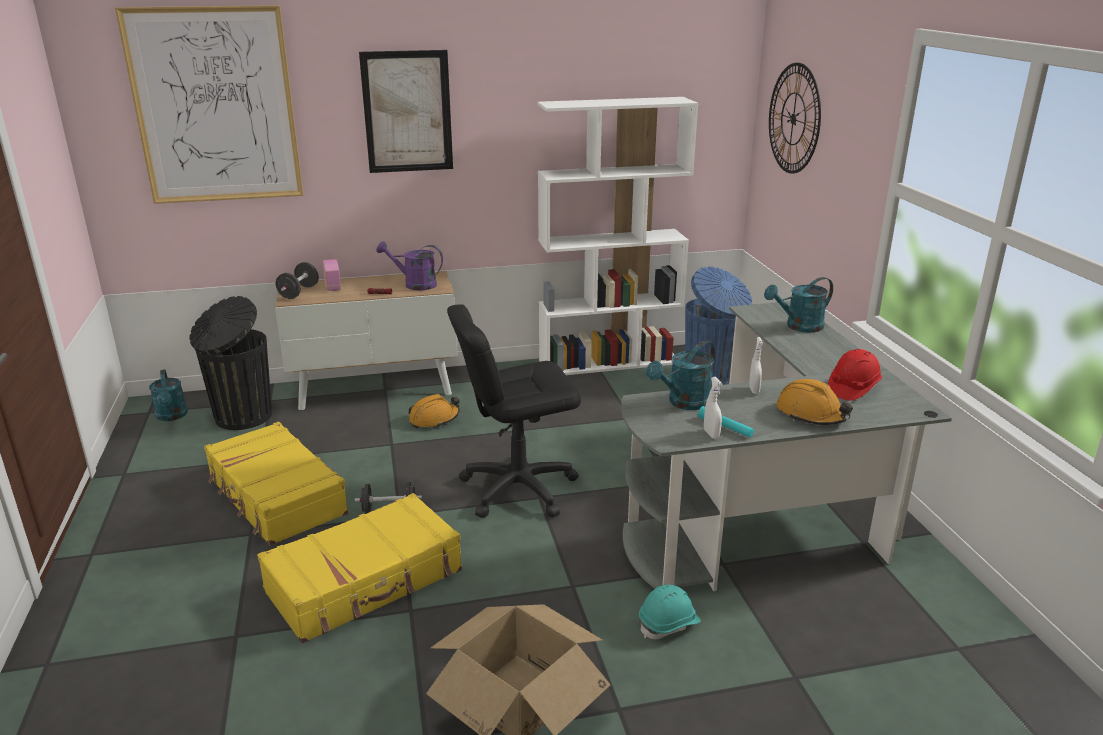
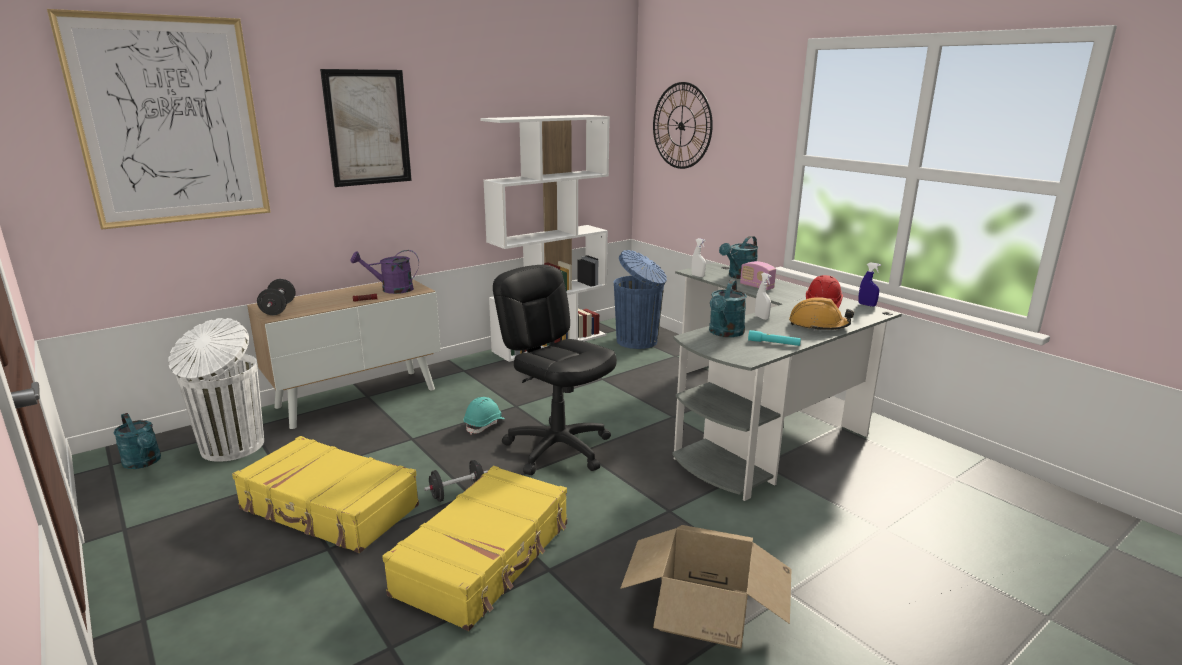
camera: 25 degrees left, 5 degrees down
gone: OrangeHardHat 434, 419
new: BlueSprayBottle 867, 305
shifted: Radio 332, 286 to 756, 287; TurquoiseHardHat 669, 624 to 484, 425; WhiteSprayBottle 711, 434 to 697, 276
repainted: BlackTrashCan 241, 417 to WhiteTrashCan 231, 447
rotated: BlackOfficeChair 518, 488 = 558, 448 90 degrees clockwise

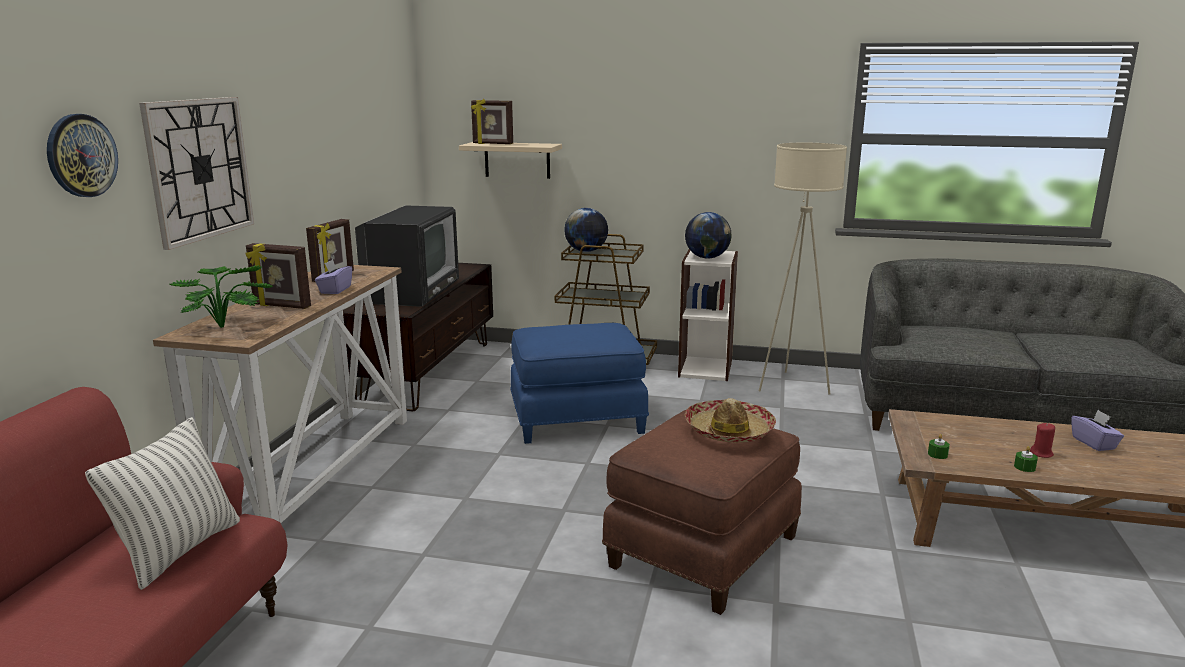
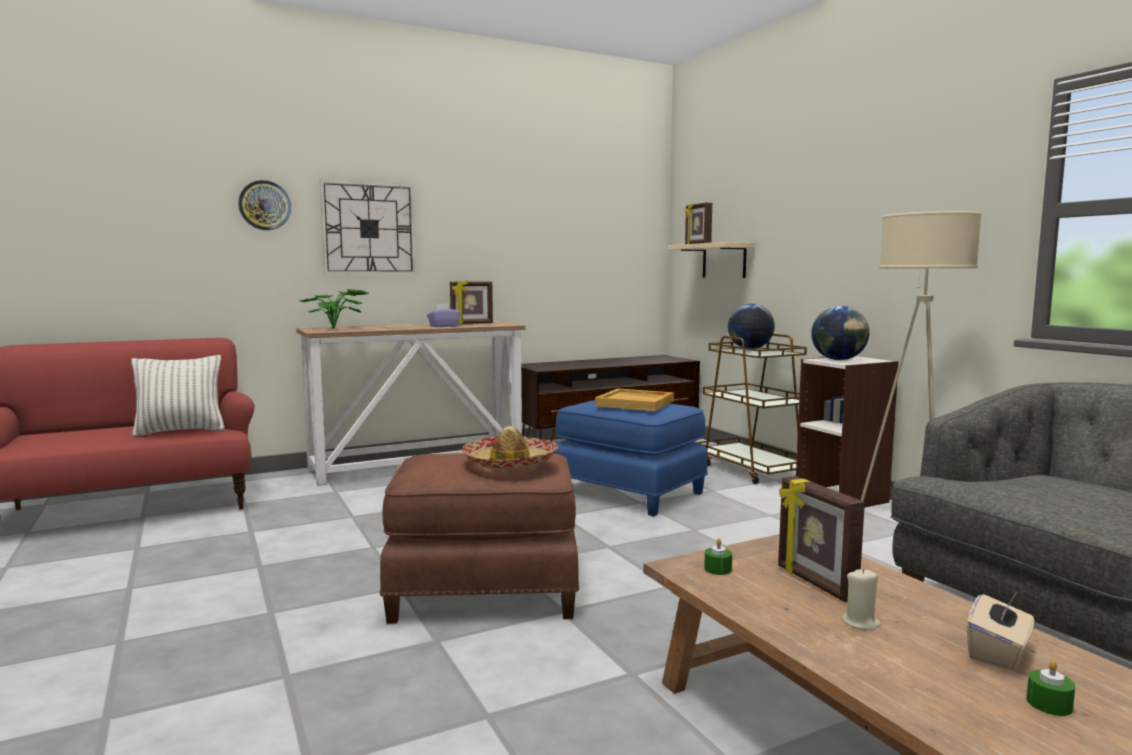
camera: 50 degrees right, 10 degrees down
gone: Television 413, 291
new: BeigeTray 636, 403
shifted: PictureFrame 281, 306 to 814, 583; GreenCandle 1024, 467 to 1049, 704
repainted: RedCandle 1041, 454 to BeigeCandle 860, 623; PurpleTissueBox 1094, 443 to BeigeTissueBox 998, 654

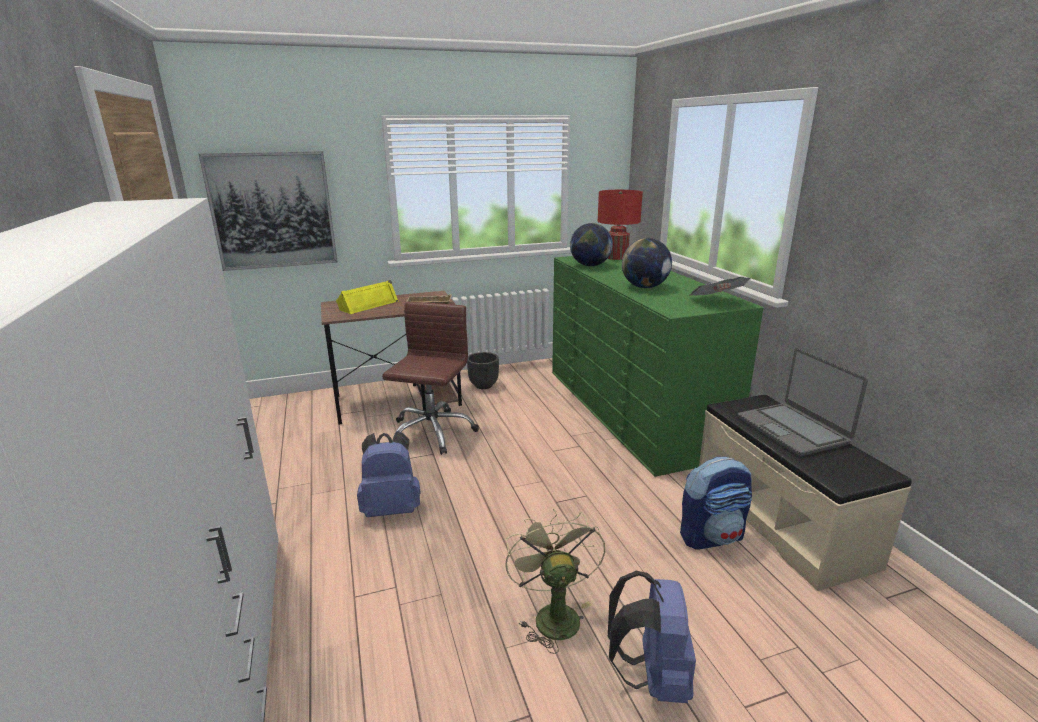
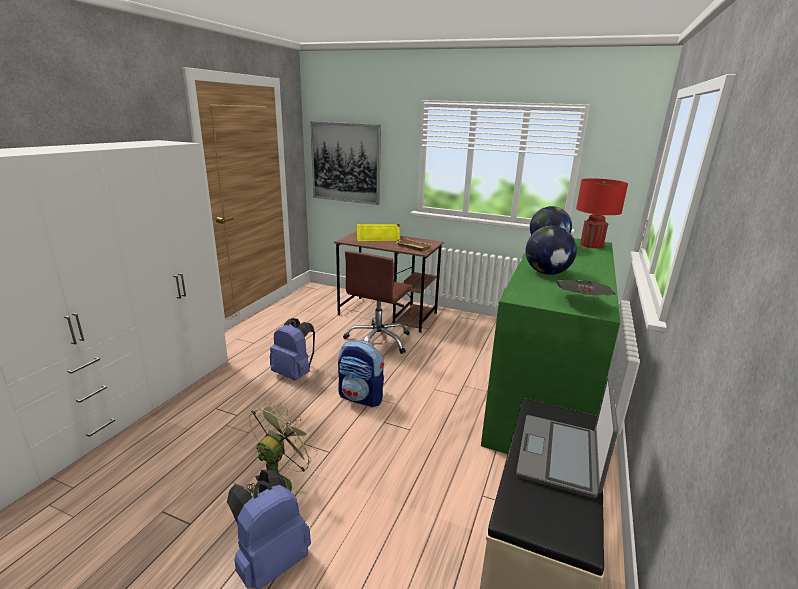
camera: 40 degrees right, 0 degrees up
gone: BlackPlanter 483, 385
shifted: Backpack 711, 536 to 361, 397
rotated: BrownOfficeChair 431, 432 = 378, 341 150 degrees clockwise

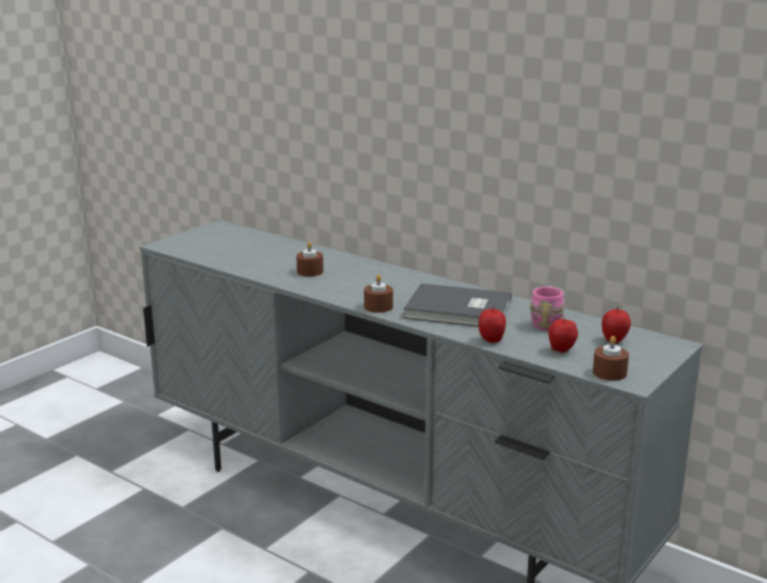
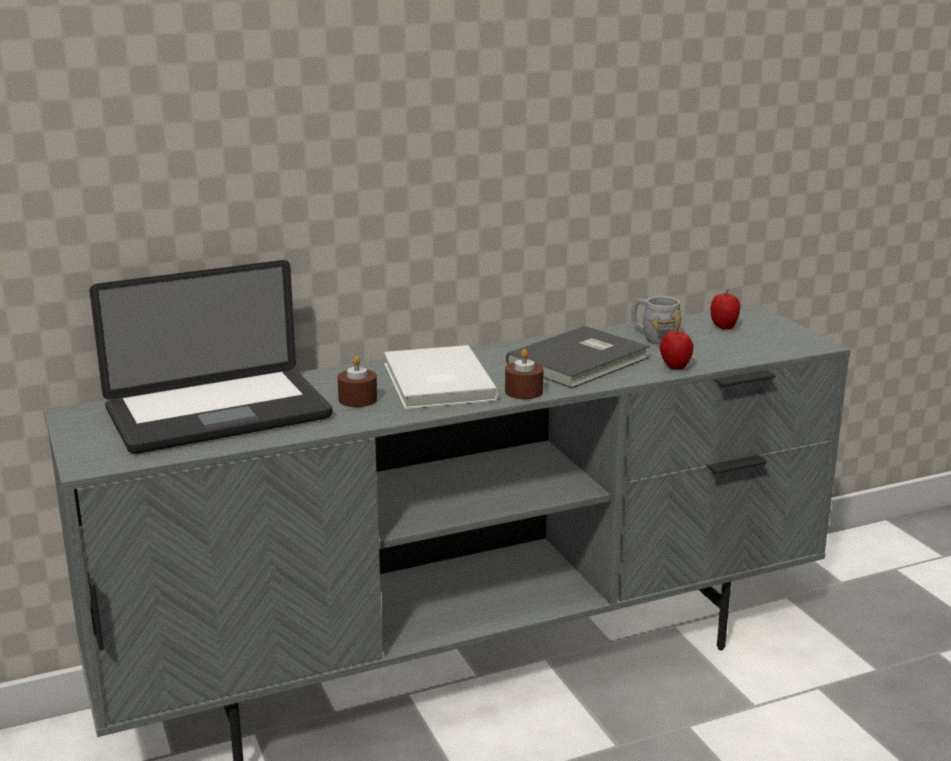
camera: 60 degrees left, 0 degrees up
gone: Apple 561, 350; BrownCandle 609, 372
new: Laptop 218, 414; WhiteBook 435, 382
repainted: PinkMug 546, 322 to GreyMug 653, 337

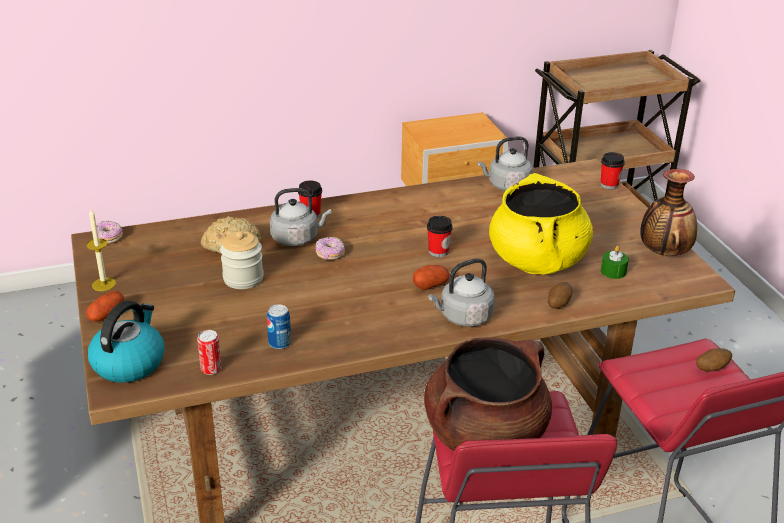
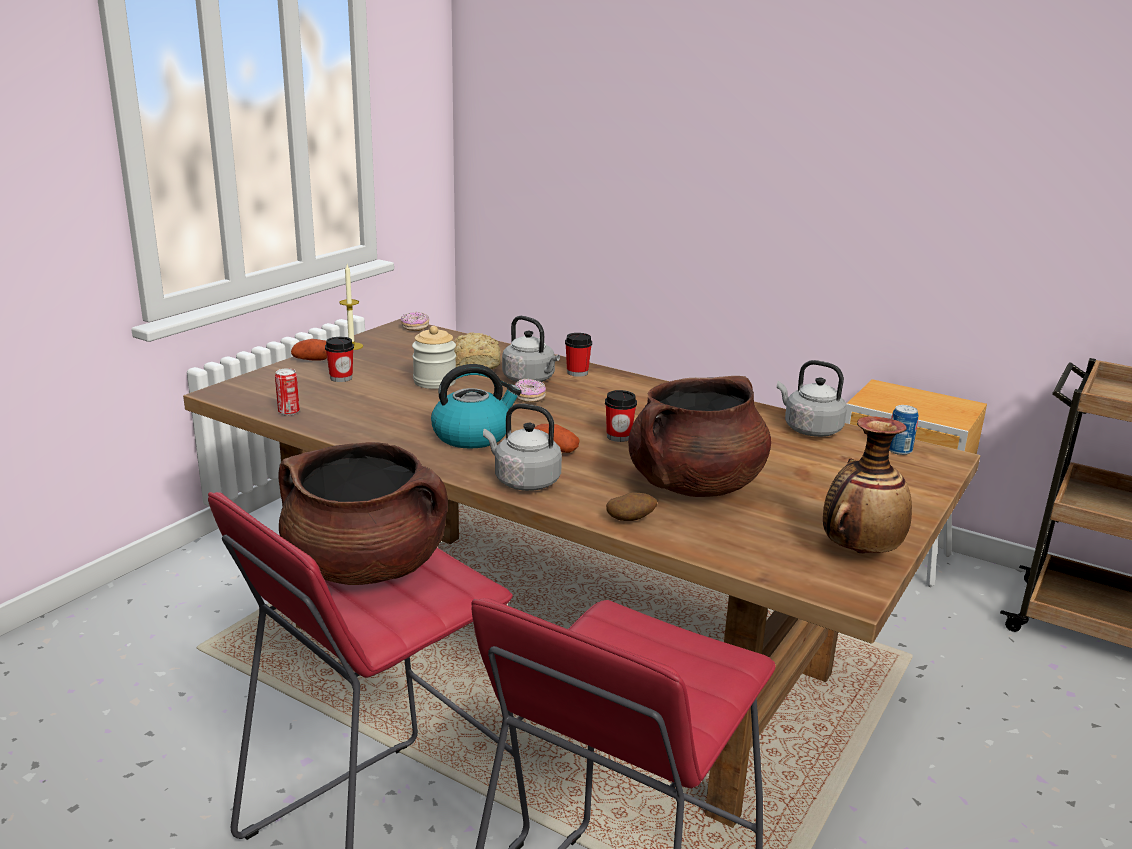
camera: 50 degrees right, 10 degrees down
gone: GreenCandle 613, 271; Potato 711, 368
shifted: Kettle 129, 363 to 473, 435; Can 279, 343 to 899, 450; Cup 609, 185 to 341, 378
repainted: YellowCookingPot 537, 261 to BrownCookingPot 694, 486

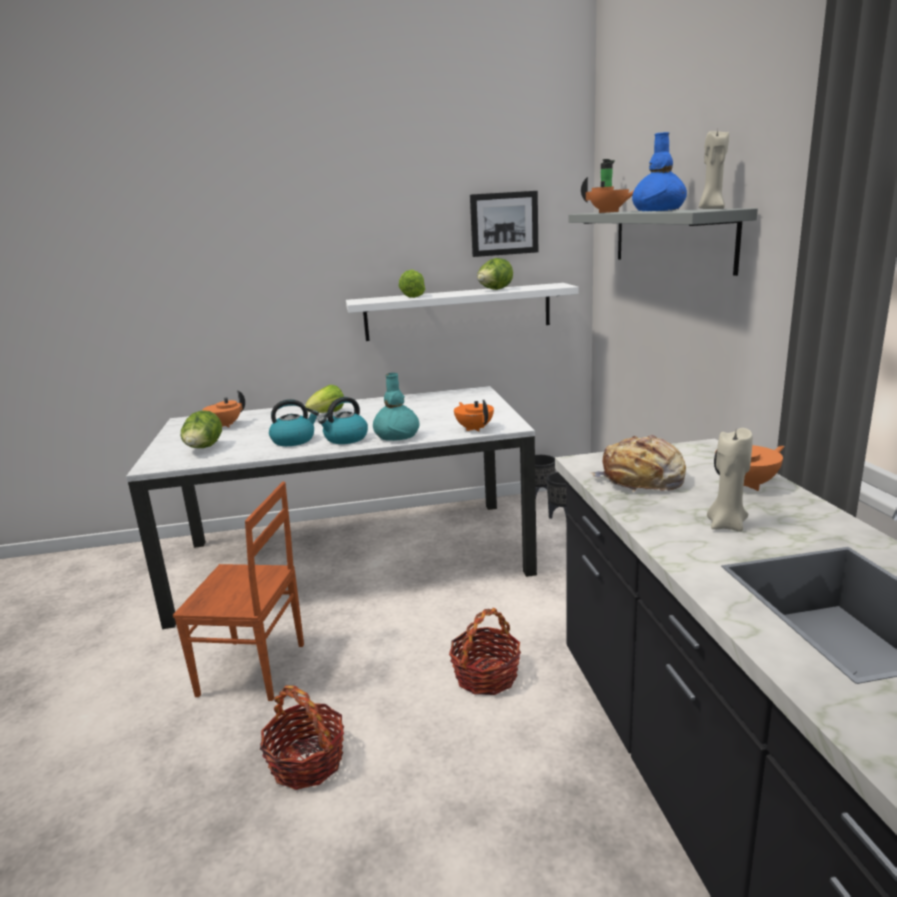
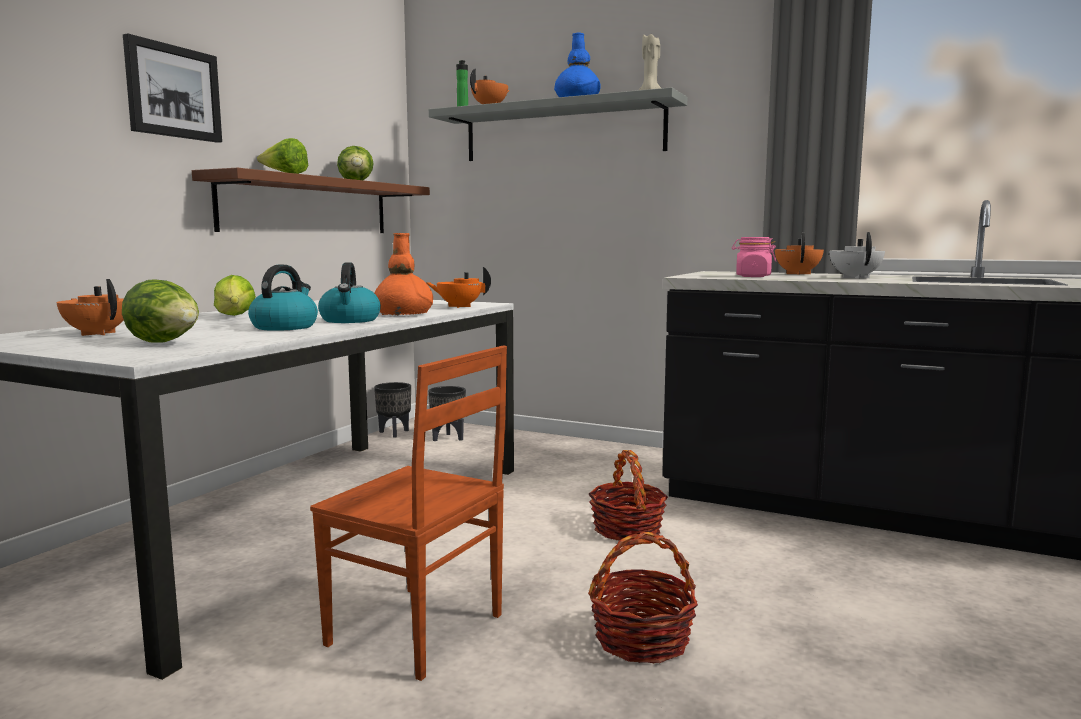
camera: 55 degrees left, 10 degrees down
shifted: Picture 504, 223 to 173, 92
swapped: Bread 642, 480 to PinkJar 752, 276; BeigeCandle 726, 525 to WhiteTeapot 855, 278
repainted: WhiteShelf 458, 312 to BrownShelf 308, 206; TurquoiseVase 396, 436 to OrangeVase 403, 315
rotated: BrownChair 253, 670 = 416, 632 75 degrees clockwise; OrangeTeapot 224, 425 = 97, 333 135 degrees clockwise

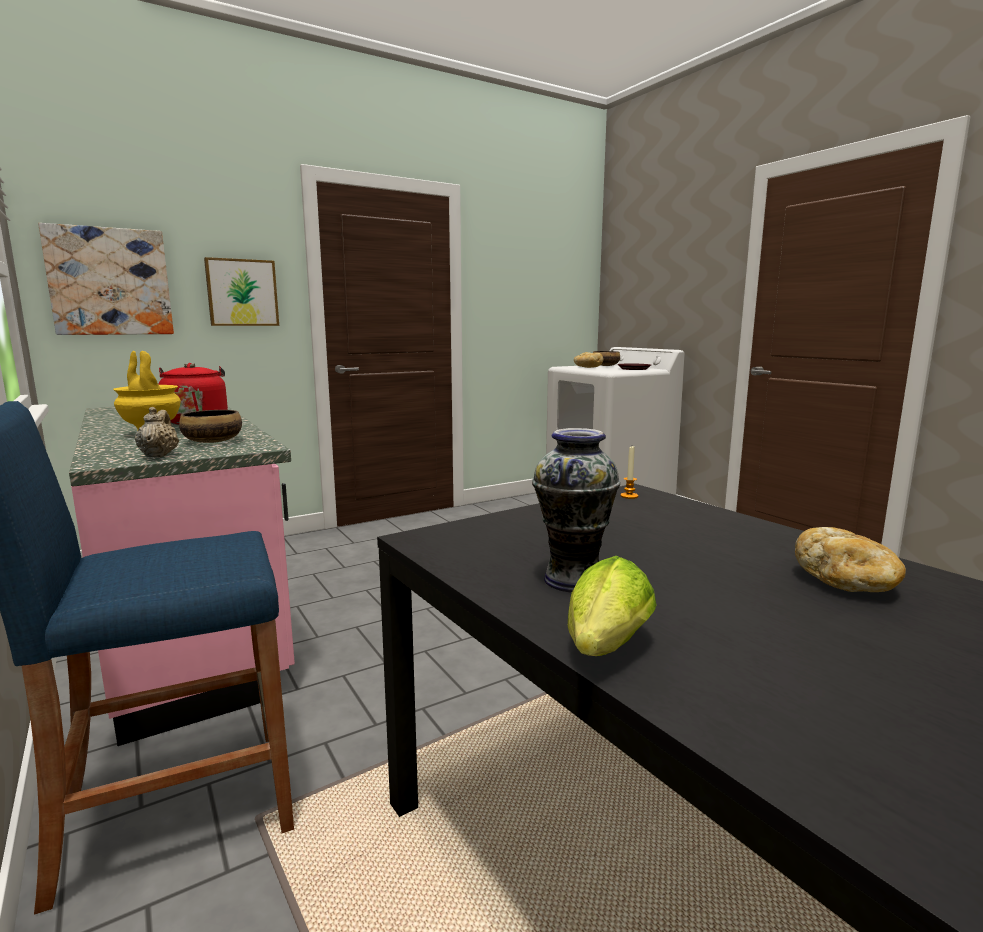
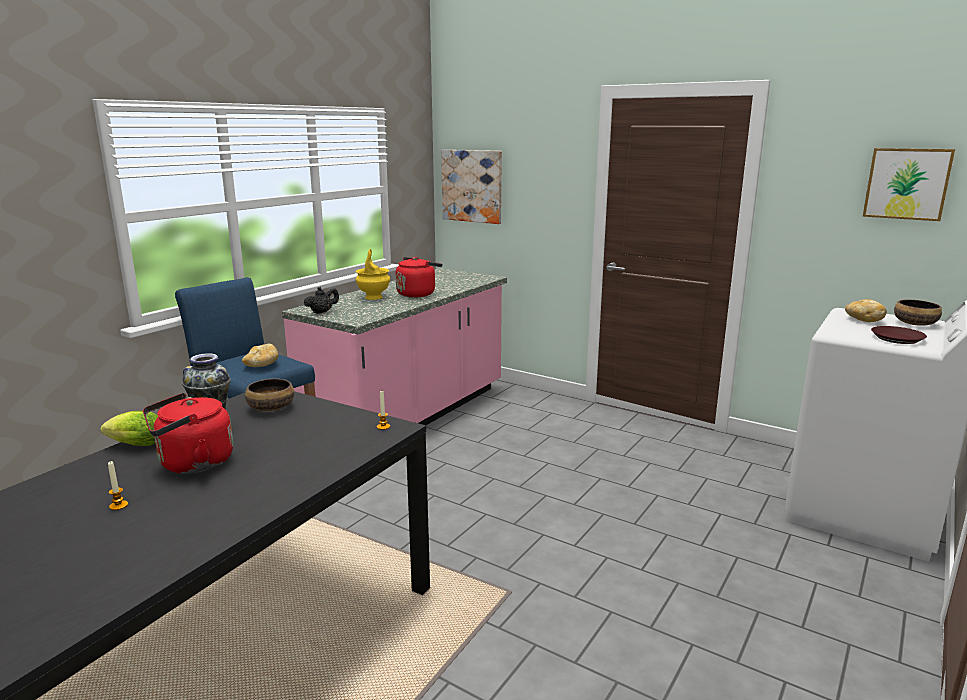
camera: 65 degrees right, 5 degrees up
new: Candle 118, 506; RedKettle 192, 464
shifted: Bowl 212, 441 to 270, 407; Picture 242, 293 to 907, 183; Bread 846, 583 to 262, 365
repainted: BeigeTeapot 159, 455 to BlackTeapot 322, 312

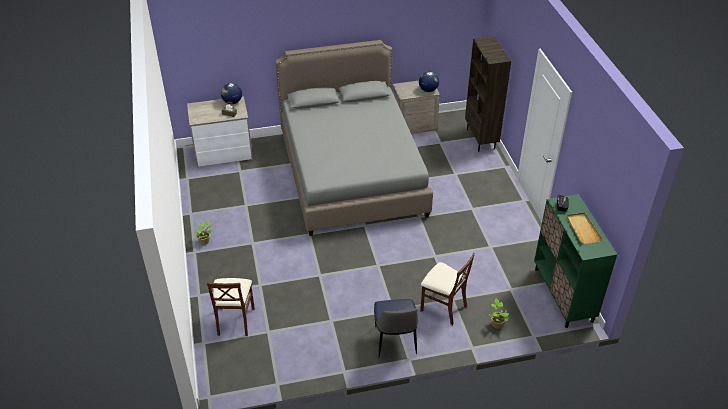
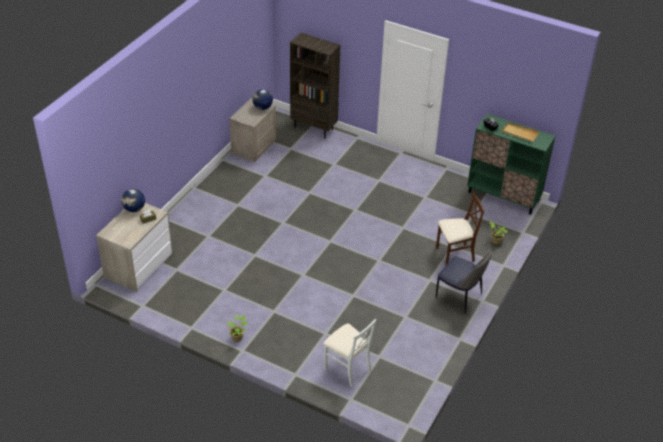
camera: 50 degrees left, 0 degrees up
gone: GreyBed 351, 173
repainted: BrownChair 235, 320 to WhiteChair 347, 368

